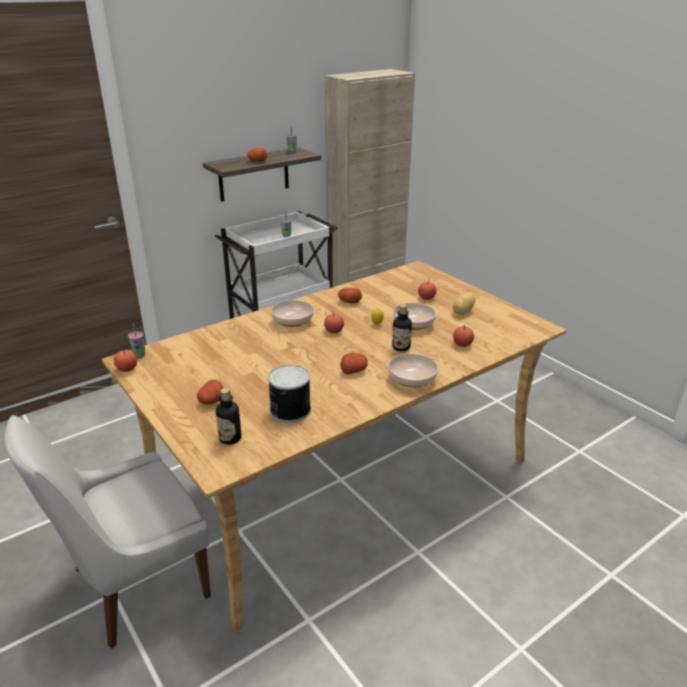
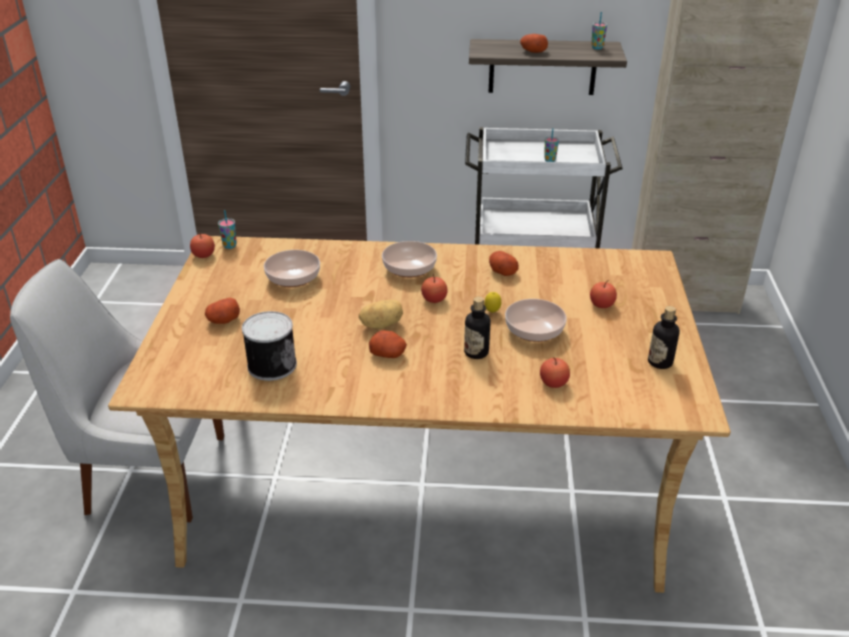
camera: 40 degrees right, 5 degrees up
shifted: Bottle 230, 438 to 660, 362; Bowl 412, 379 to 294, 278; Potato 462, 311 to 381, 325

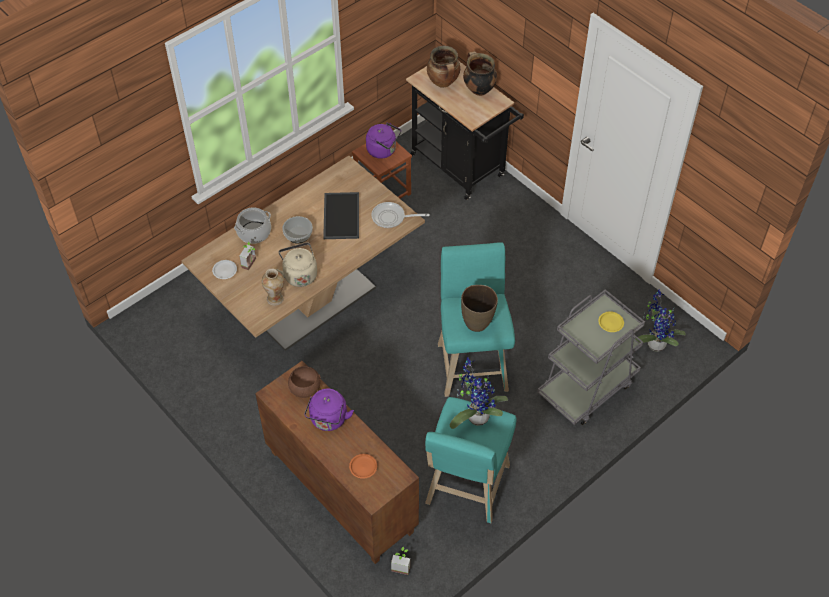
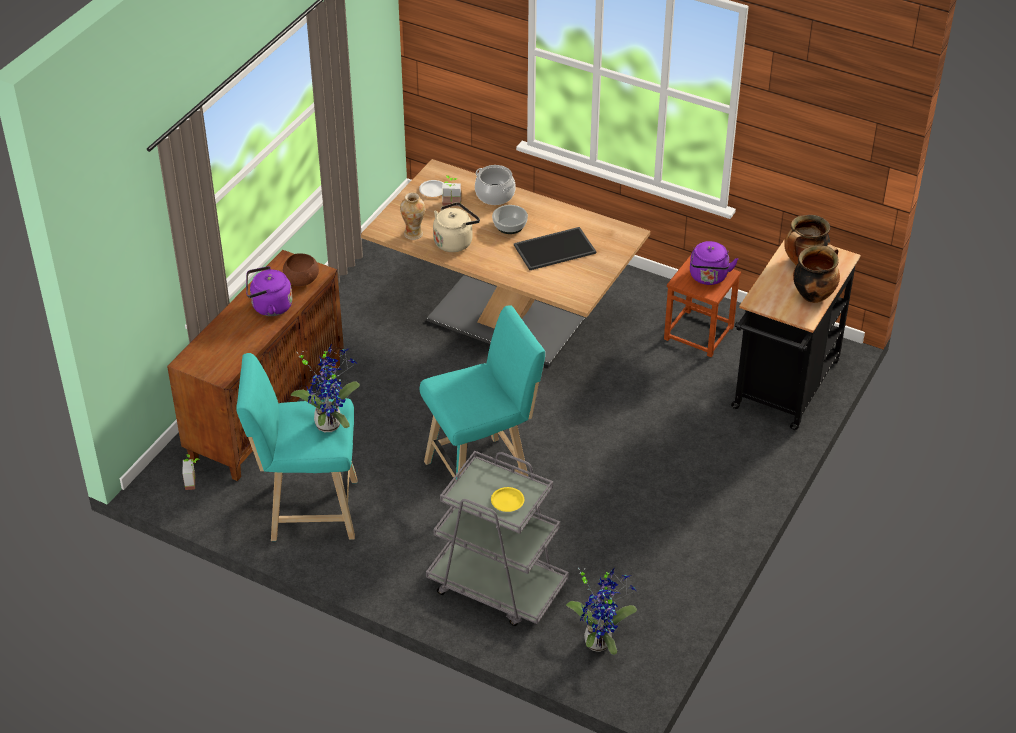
camera: 70 degrees right, 10 degrees down
gone: OrangePlate 363, 467; FryingPan 391, 218; BrownVase 477, 323

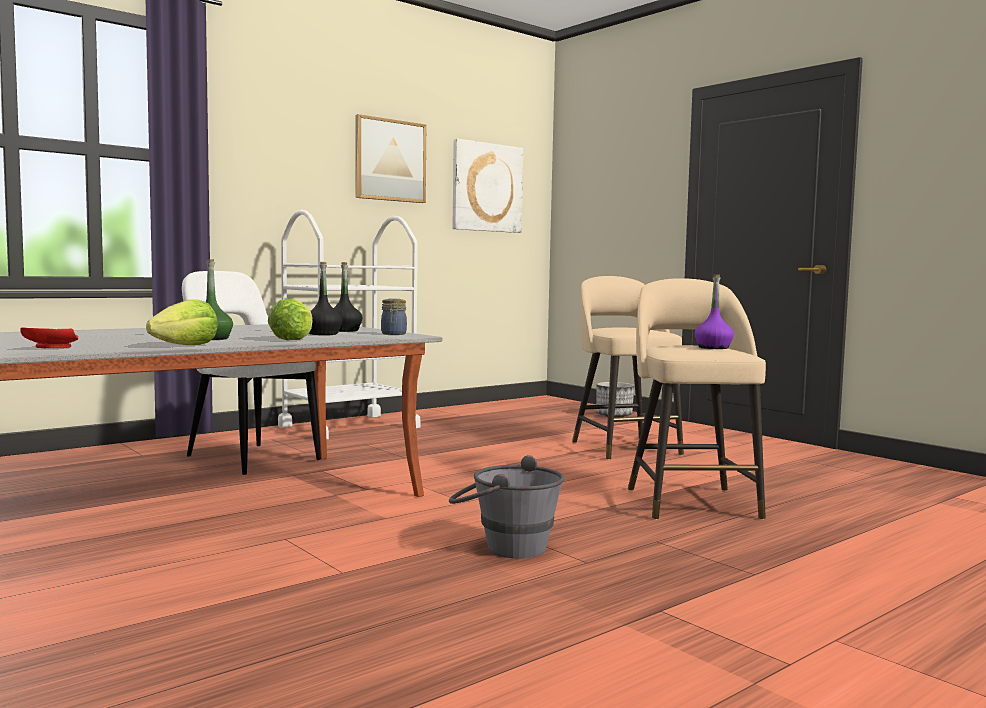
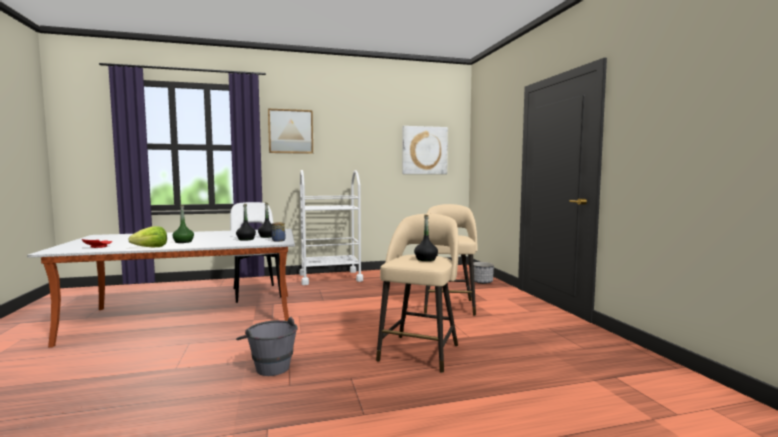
camera: 25 degrees right, 0 degrees up
gone: Lettuce 293, 339
shifted: Picture 390, 160 to 290, 131
repainted: PurpleBottle 713, 347 to BlackBottle 425, 259

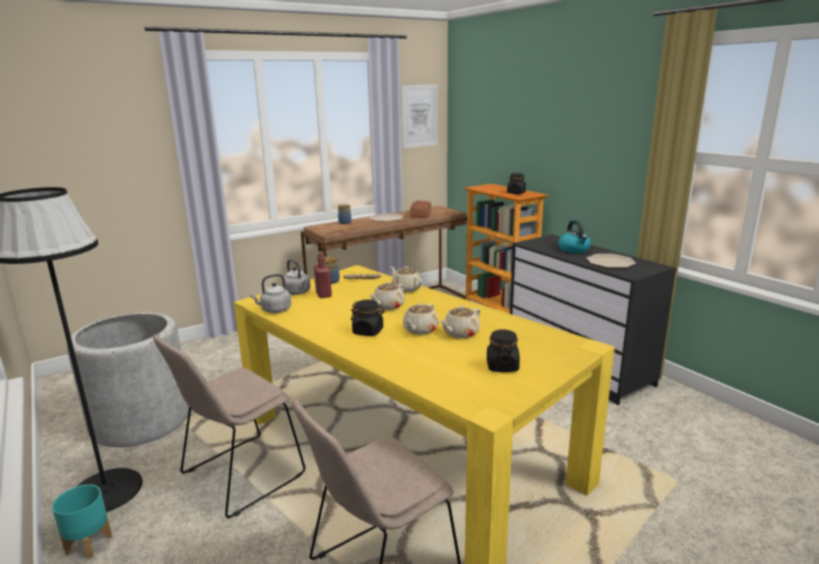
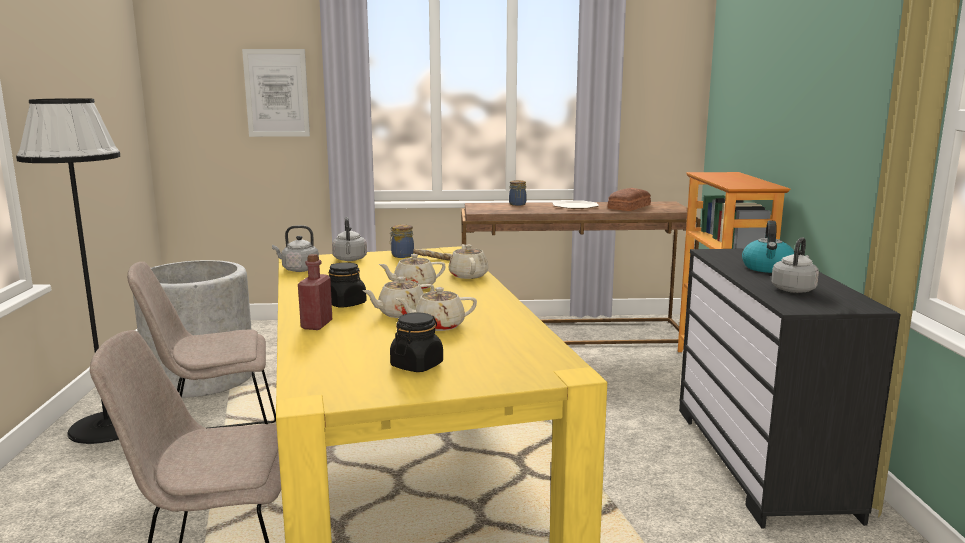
camera: 30 degrees right, 5 degrees down
gone: TurquoisePlanter 90, 544; BlackJar 516, 193
shifted: RedBottle 323, 294 to 316, 325; Picture 419, 116 to 276, 93
swapped: Plate 610, 262 to GreyKettle 794, 289

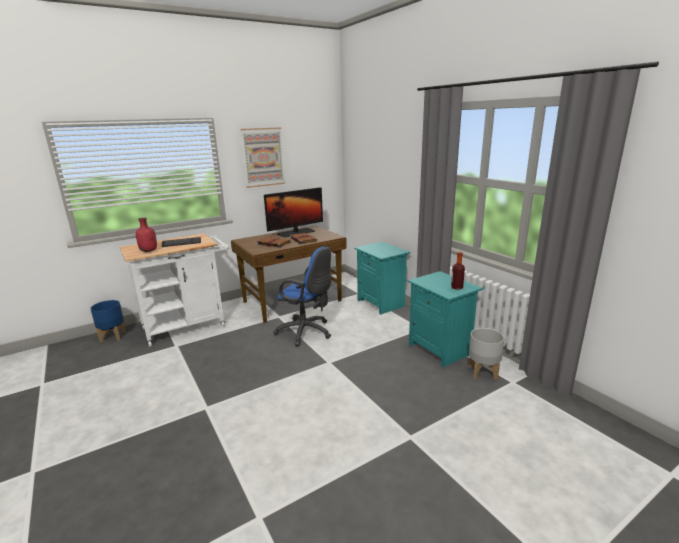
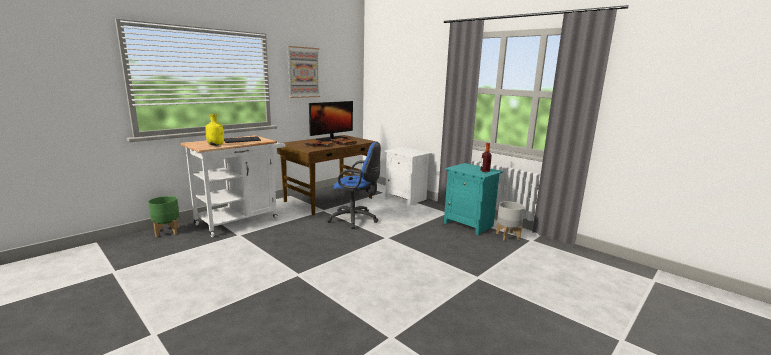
camera: 15 degrees left, 5 degrees down
repainted: BluePlanter 113, 336 to GreenPlanter 167, 232; RedBottle 149, 251 to YellowBottle 216, 145; TurquoiseNightstand 381, 303 to WhiteNightstand 406, 198

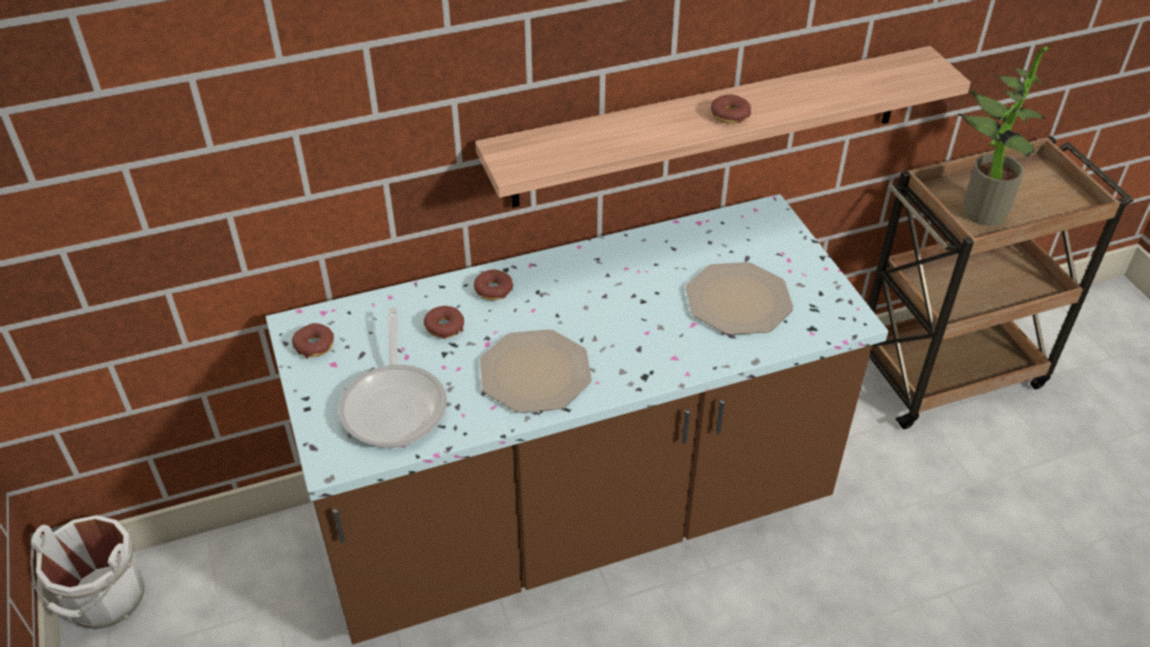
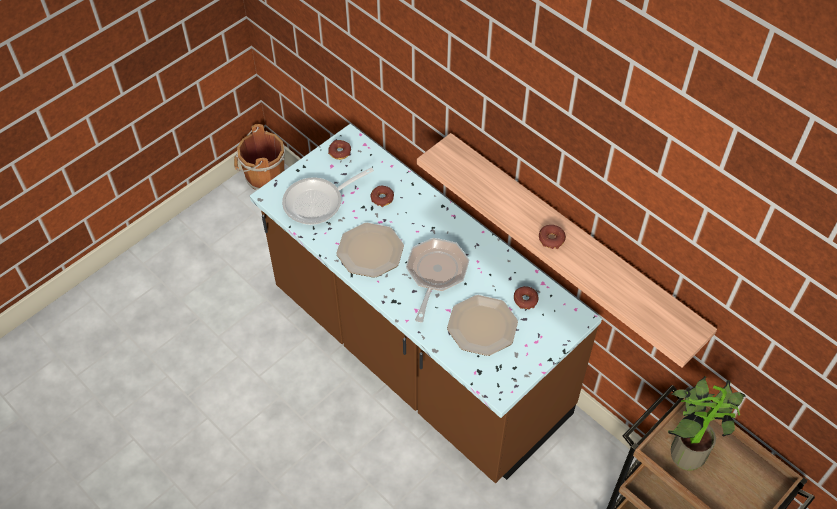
camera: 65 degrees right, 10 degrees up
new: FryingPan 435, 274
shifted: Donut 493, 290 to 525, 300
repainted: WhiteBucket 105, 601 to BrownBucket 263, 177

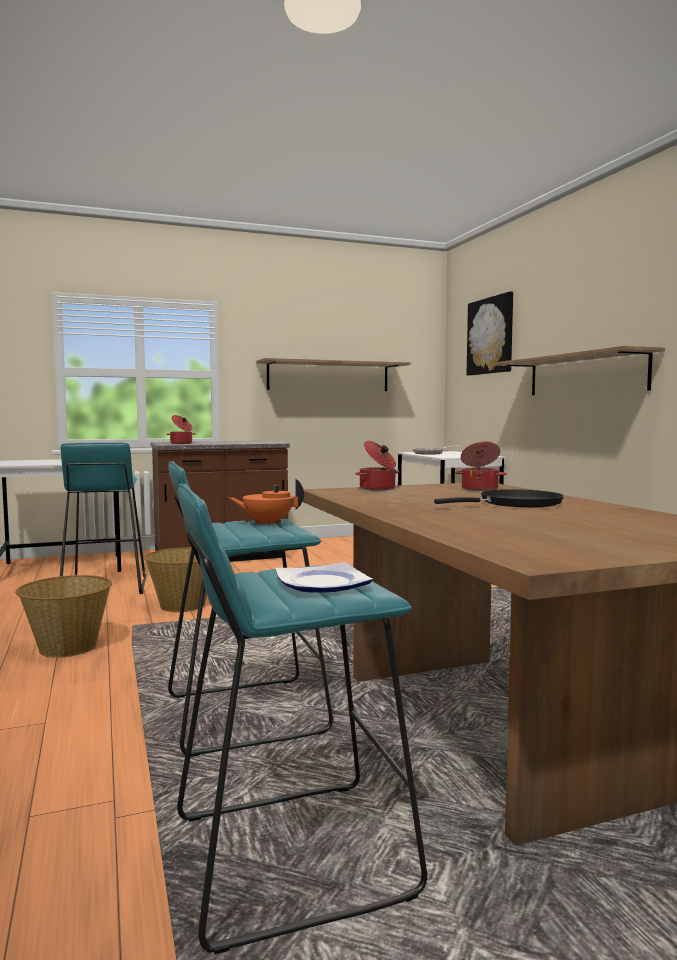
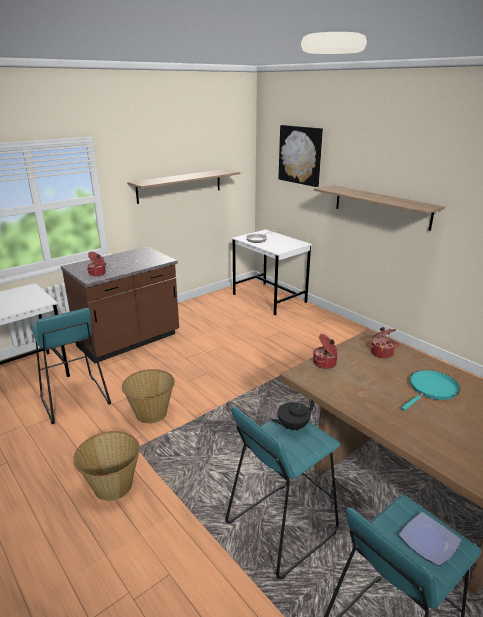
camera: 20 degrees left, 20 degrees up
repainted: OrangeTeapot 267, 523 to BlackTeapot 292, 426; BlackFryingPan 515, 504 to TurquoiseFryingPan 431, 389

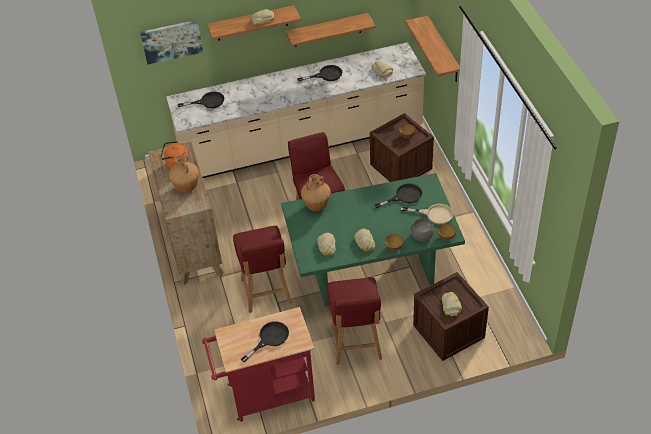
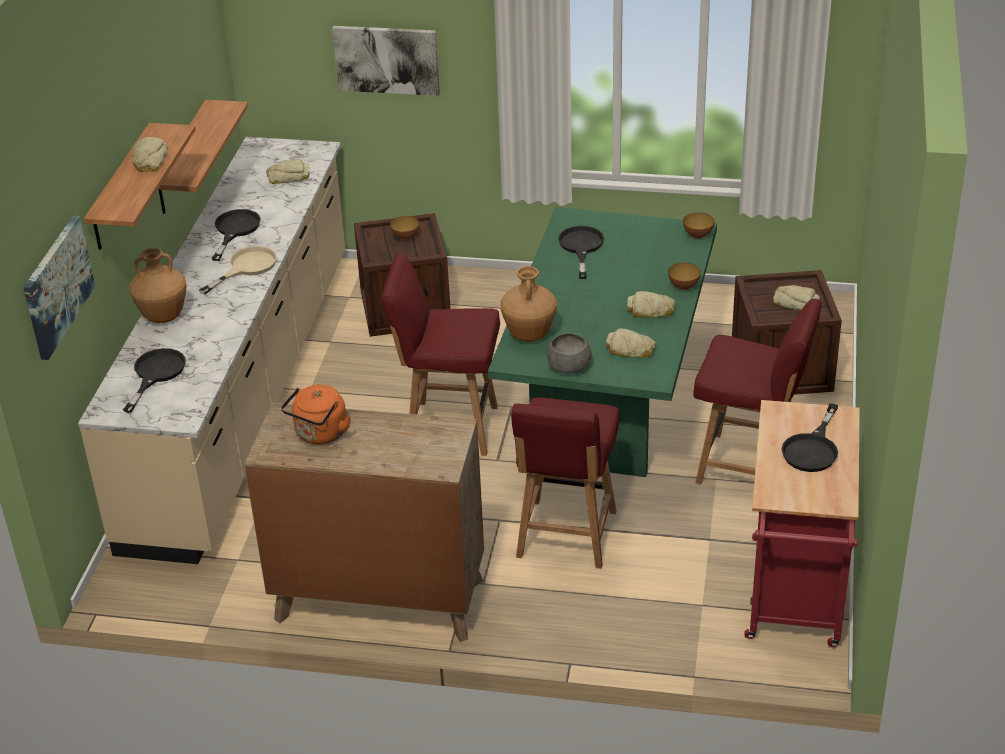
camera: 65 degrees left, 10 degrees down
shifted: BrownVase 187, 188 to 164, 317; BeigeFryingPan 434, 214 to 246, 267; GreyBowl 422, 235 to 568, 366
swapped: Shelf 443, 50 to Picture 387, 59
rotated: RedChair 266, 292 = 565, 536 90 degrees clockwise; BlackFryingPan 269, 338 = 813, 448 135 degrees counterclockwise

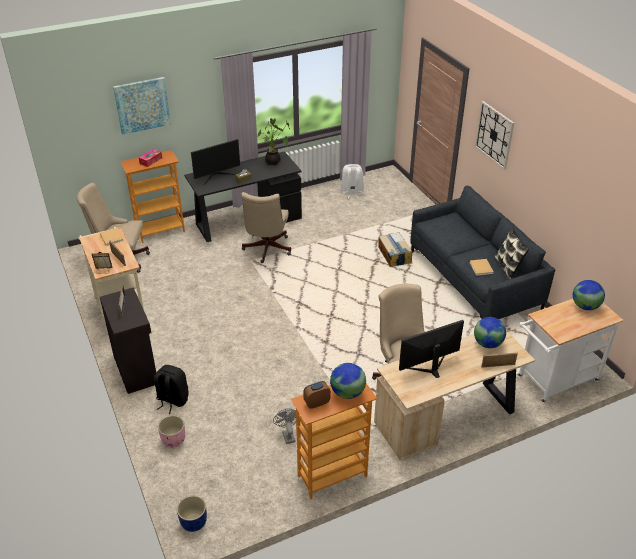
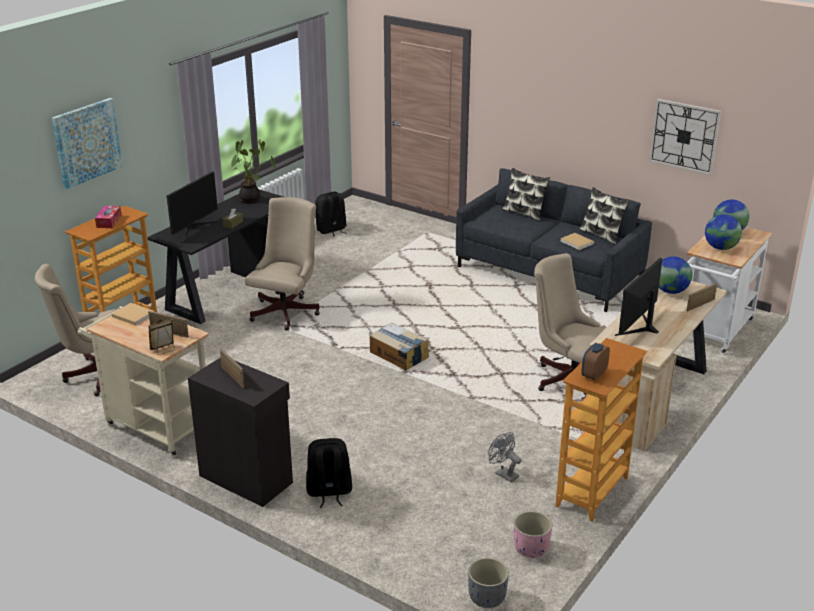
camera: 30 degrees left, 10 degrees down
new: Pillow 524, 213
shifted: PinkPlanter 173, 440 to 531, 549; Globe 347, 393 to 720, 248; CardboardBox 394, 255 to 399, 355; WallClock 494, 135 to 684, 136
repainted: BluePlanter 193, 522 to GreyPlanter 487, 598; WhiteBackpack 351, 192 to BlackBackpack 331, 230
rotated: BeigeOfficeChair 266, 250 = 287, 311 135 degrees counterclockwise

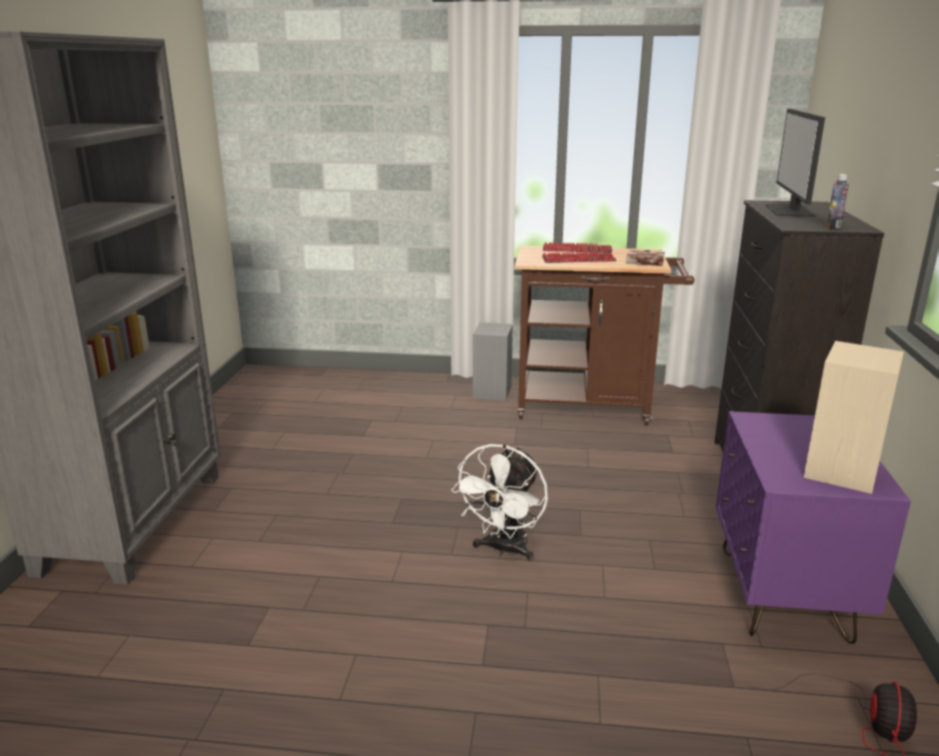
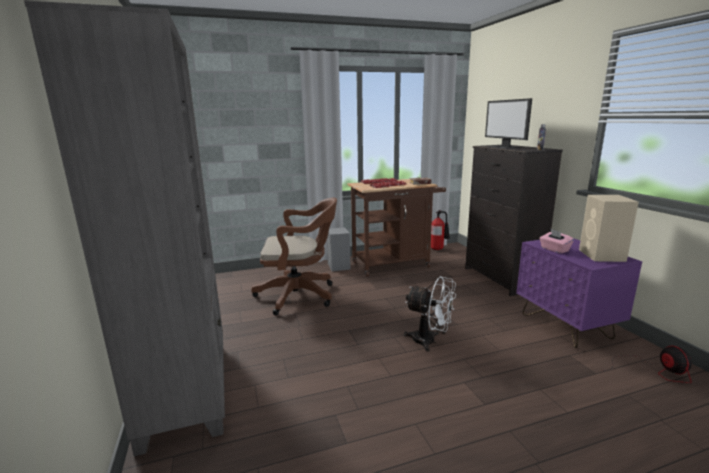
camera: 25 degrees left, 5 degrees down
new: BrownOfficeChair 300, 295; FireExtinguisher 438, 249; PinkTissueBox 554, 250
rotated: WhiteFan 504, 550 = 429, 341 60 degrees counterclockwise

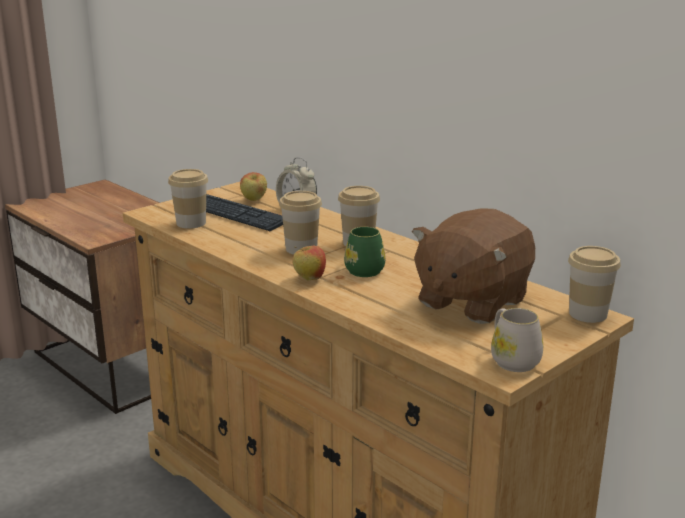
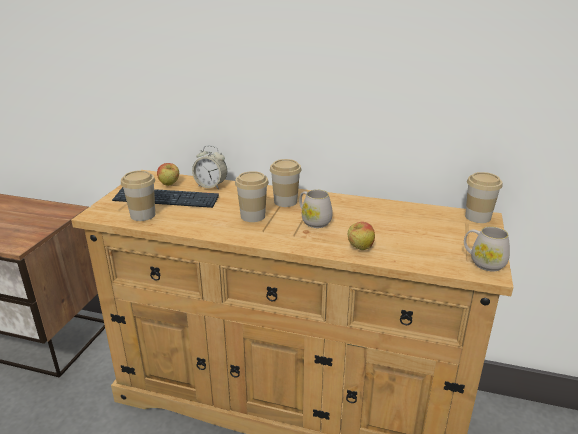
camera: 30 degrees left, 5 degrees up
gone: BrownPlushToy 471, 301
shifted: Apple 309, 279 to 360, 248
repainted: GreenMug 363, 269 to WhiteMug 313, 221

